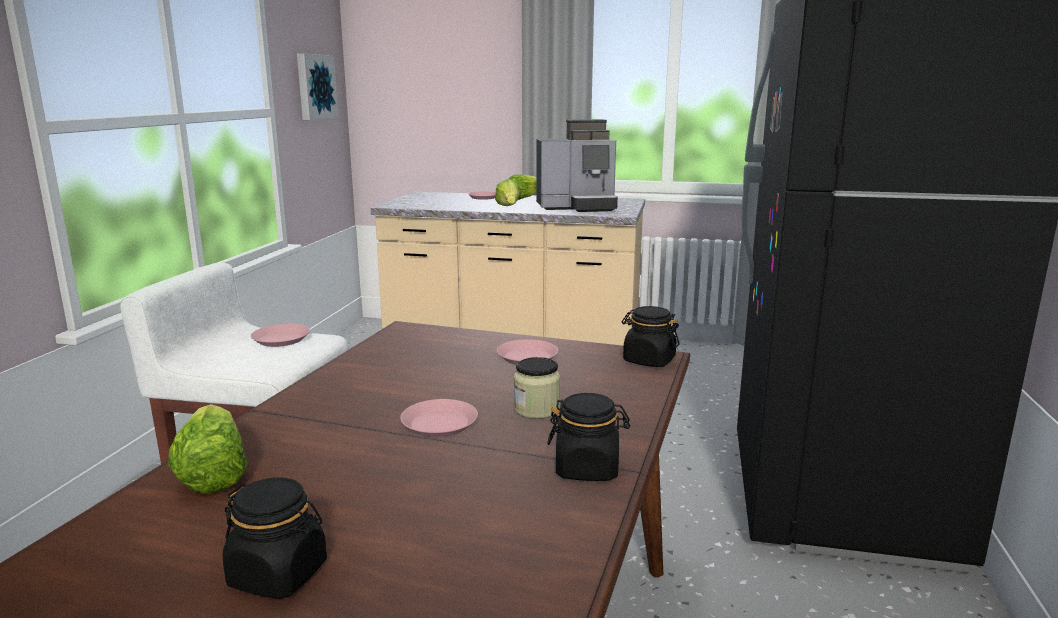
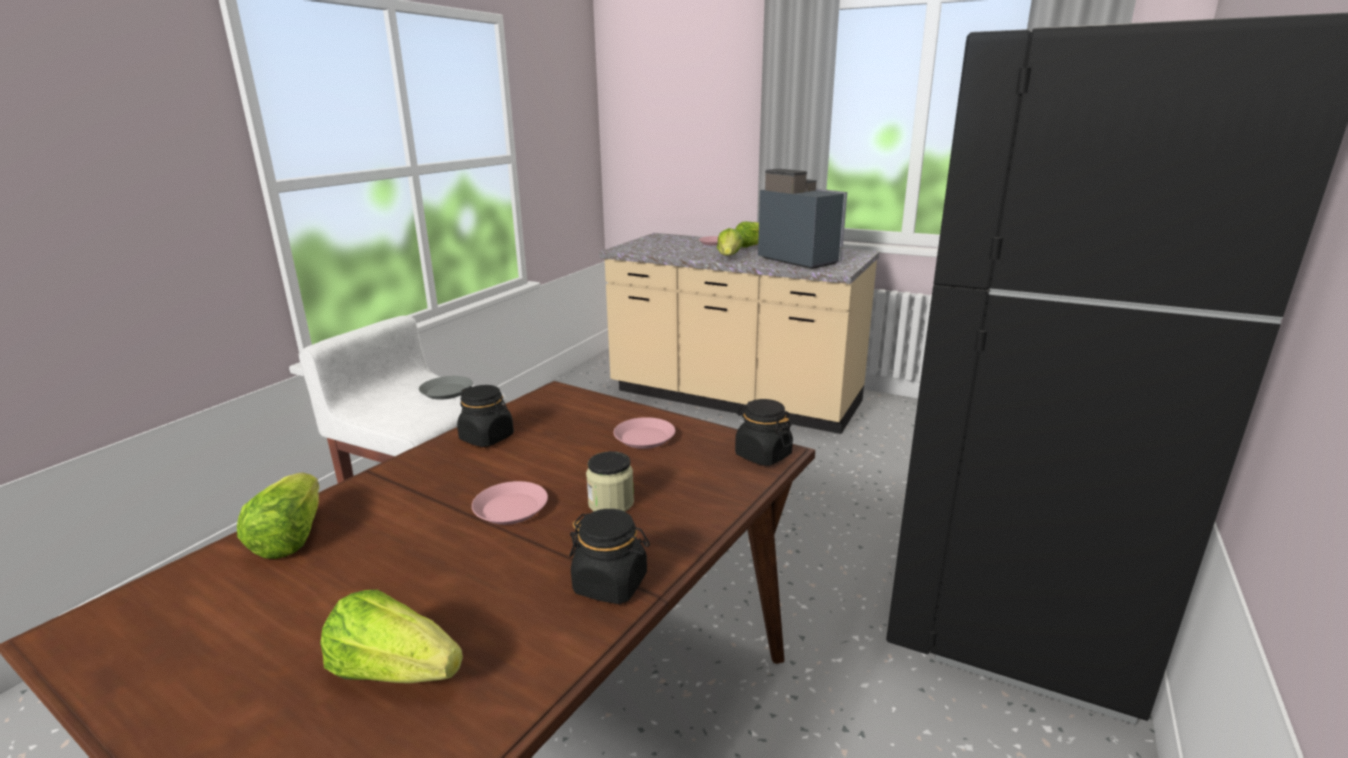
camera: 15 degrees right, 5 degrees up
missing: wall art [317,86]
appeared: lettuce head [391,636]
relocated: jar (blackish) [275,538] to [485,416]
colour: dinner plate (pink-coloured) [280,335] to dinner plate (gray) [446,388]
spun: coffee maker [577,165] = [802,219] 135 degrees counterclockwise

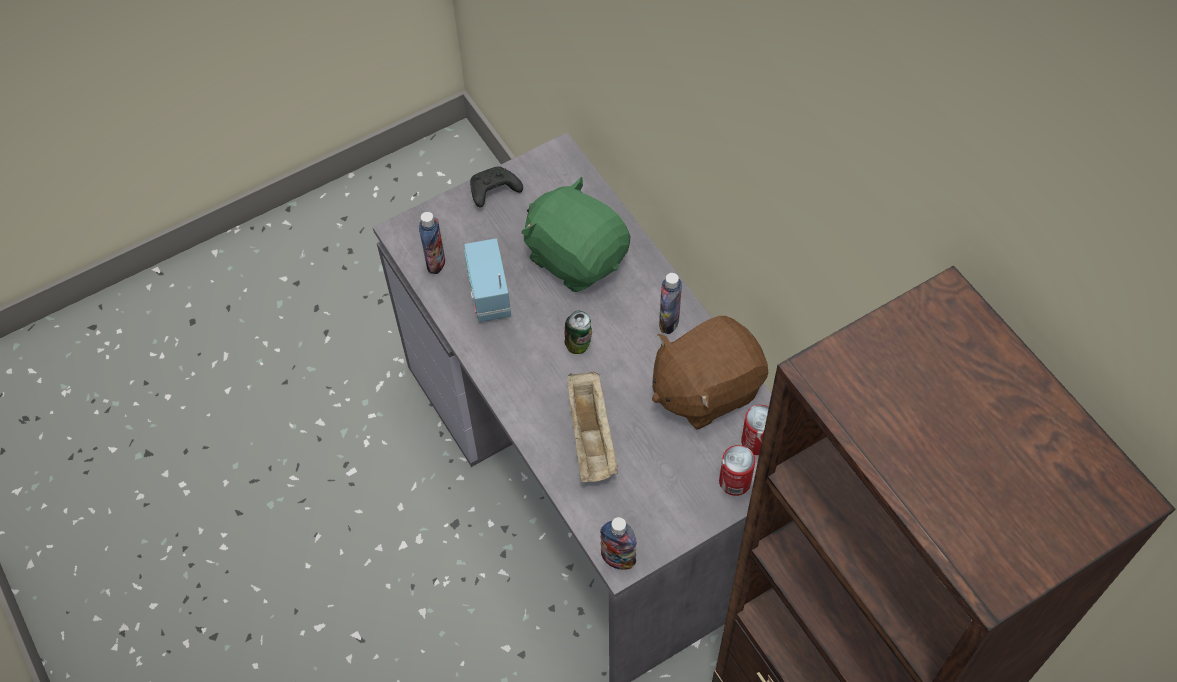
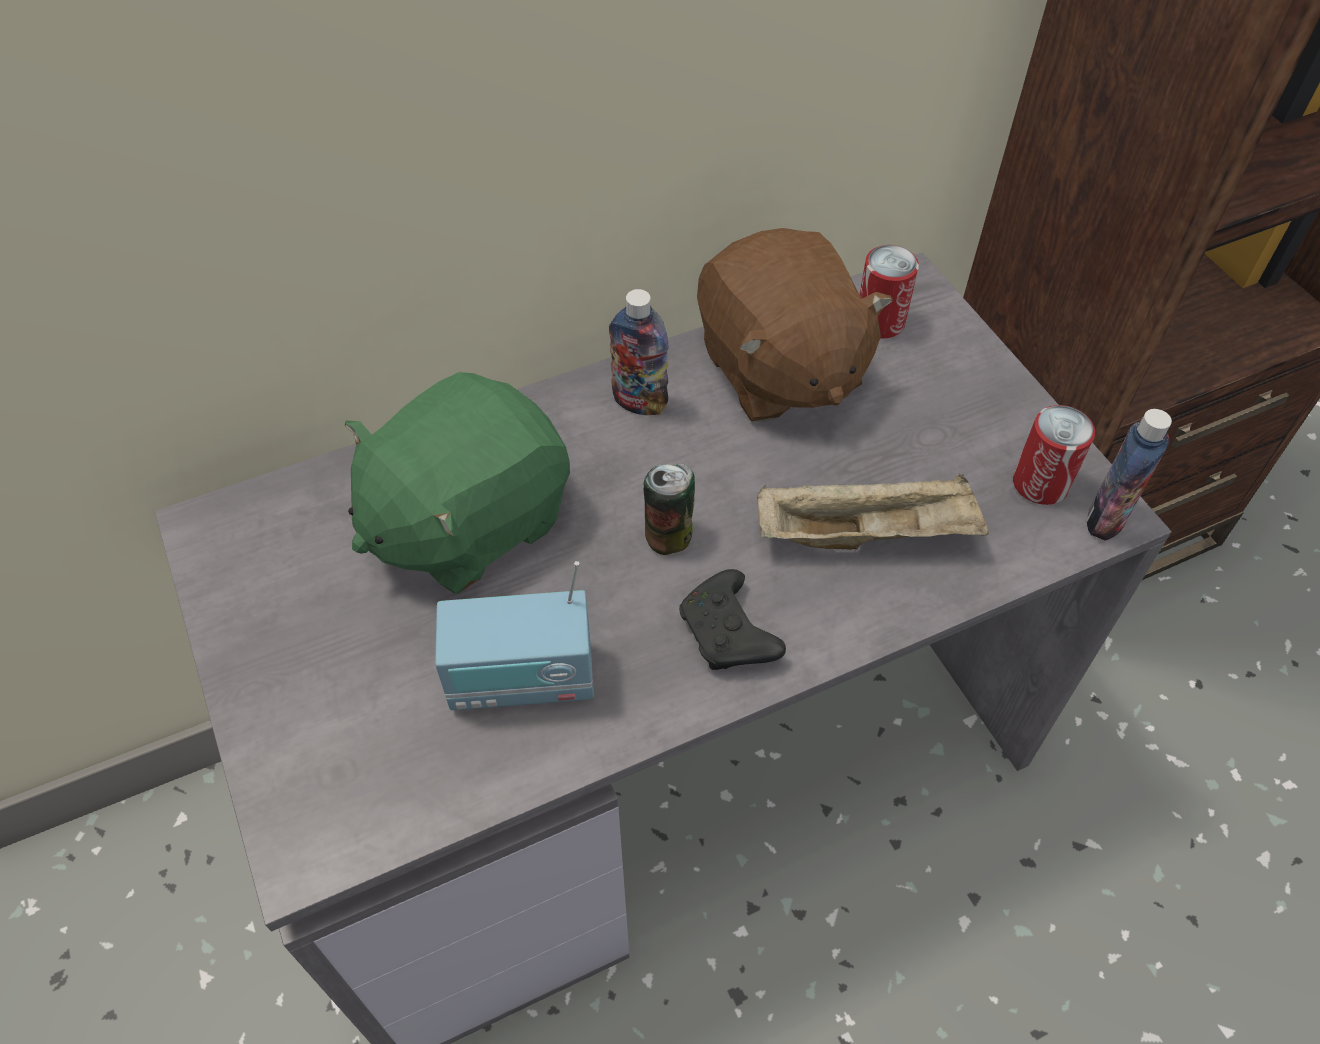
camera: 85 degrees left, 5 degrees down
missing: bottle [432,243]
relocated: game controller (blackish) [496,187] to [732,619]; sealed can [737,470] to [1054,455]

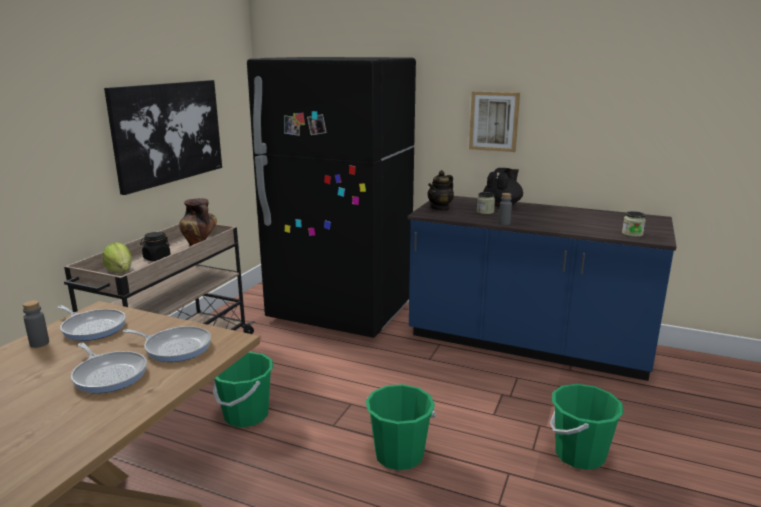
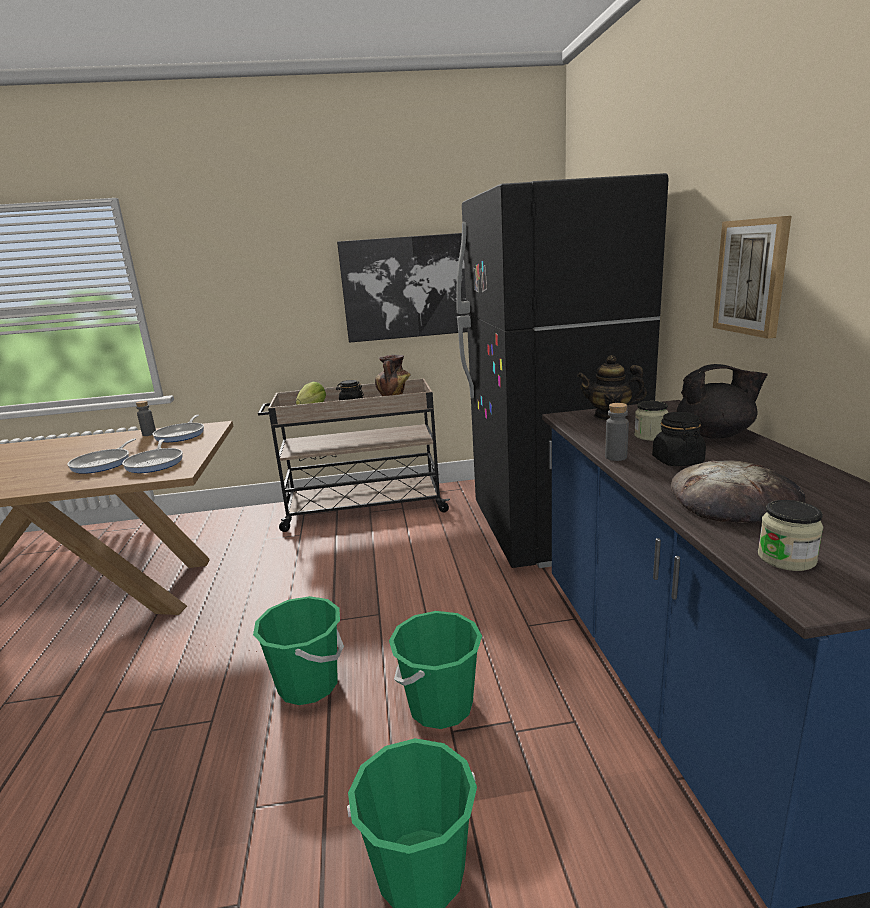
camera: 60 degrees right, 0 degrees up
appeared: jar (blackish) [679,439]; baked bread [738,491]
relocated: pail (green) [243,390] to [435,670]

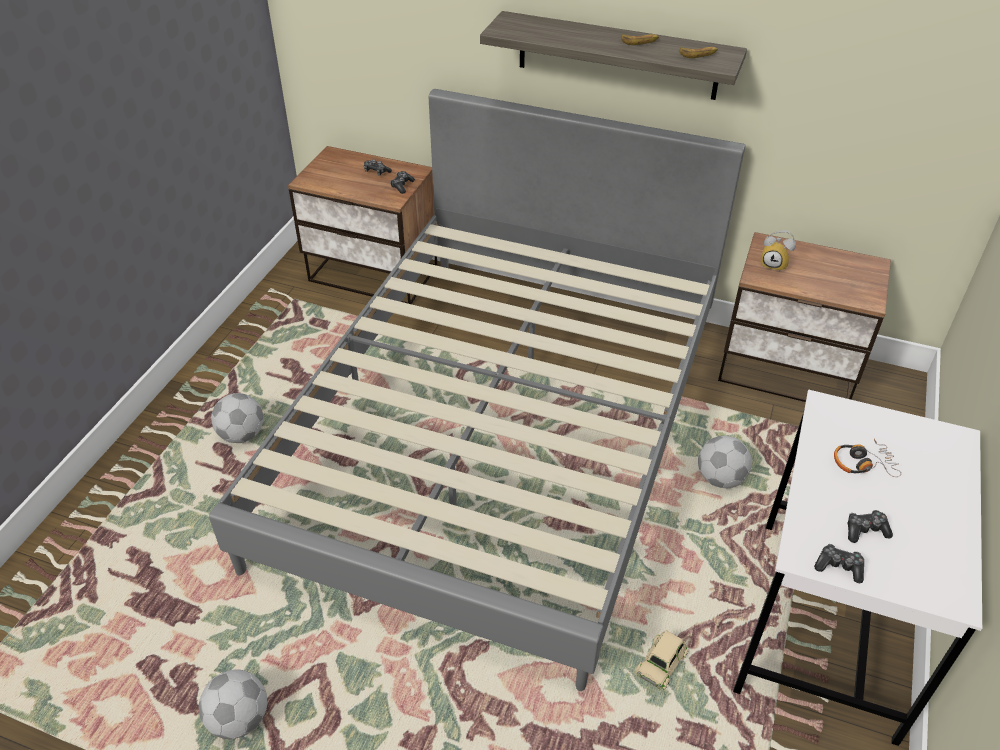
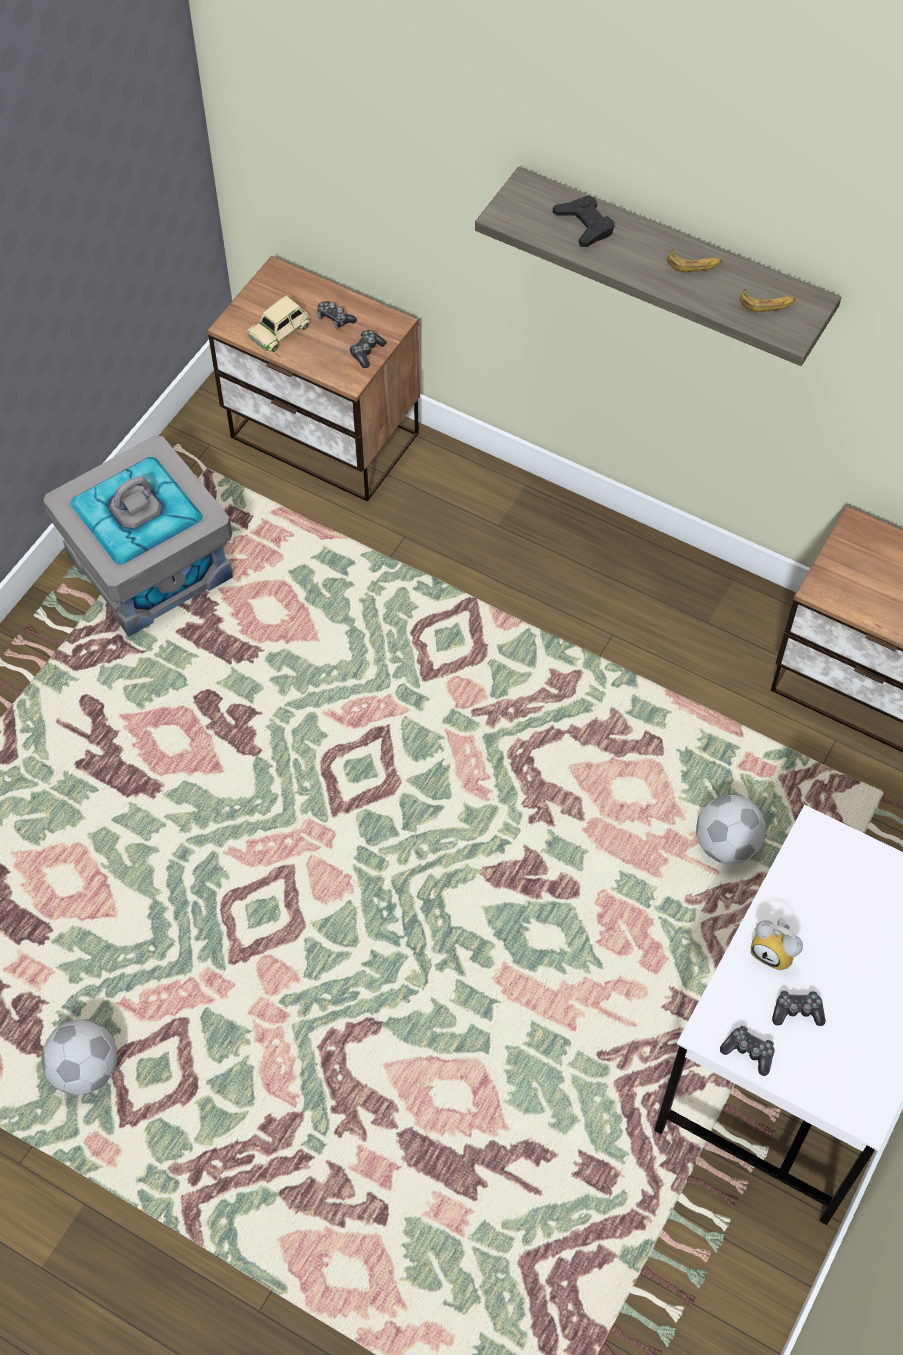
camera: 10 degrees right, 15 degrees up
missing: bed (gray) [477,390]; ball for football [237,418]; pair of headphones [867,458]
appeared: storage box (gray) [138,536]; game controller (blackish) [583,221]
relocated: toy car (sand-coloured) [662,660] to [278,324]; alarm clock [778,251] to [777,944]

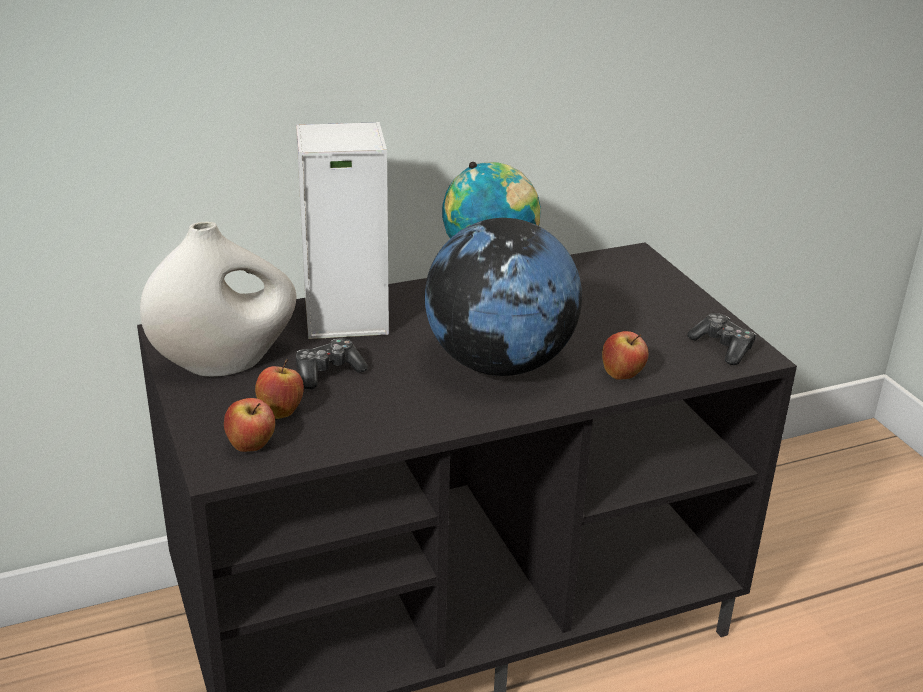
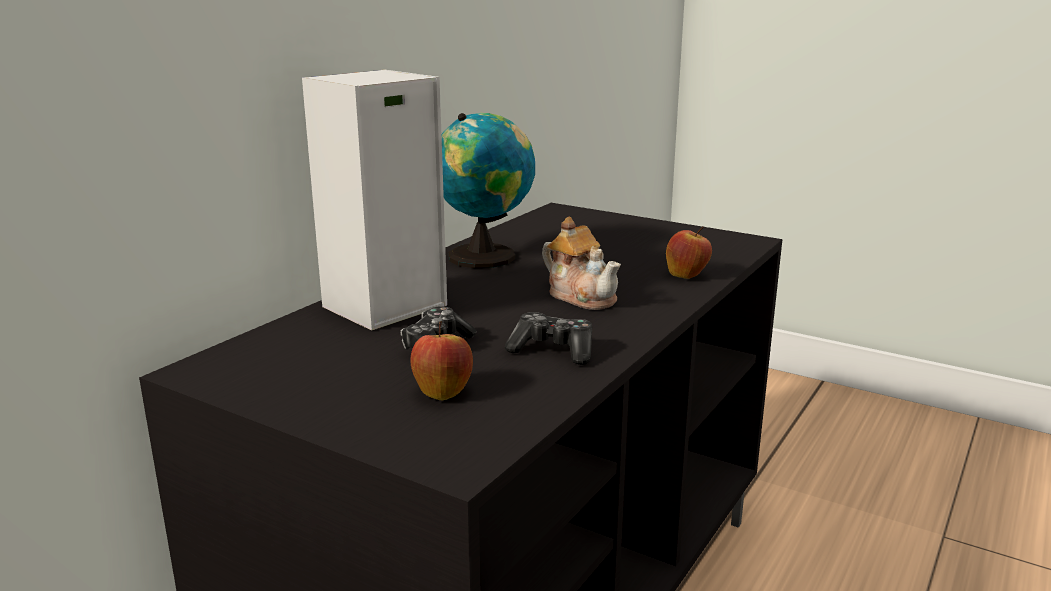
camera: 35 degrees left, 10 degrees down
missing: decorative vase (whitish) [218,299]; apple [249,425]
relocated: game controller [721,339] to [548,338]
exchanged: globe [503,297] to tea pot [581,263]

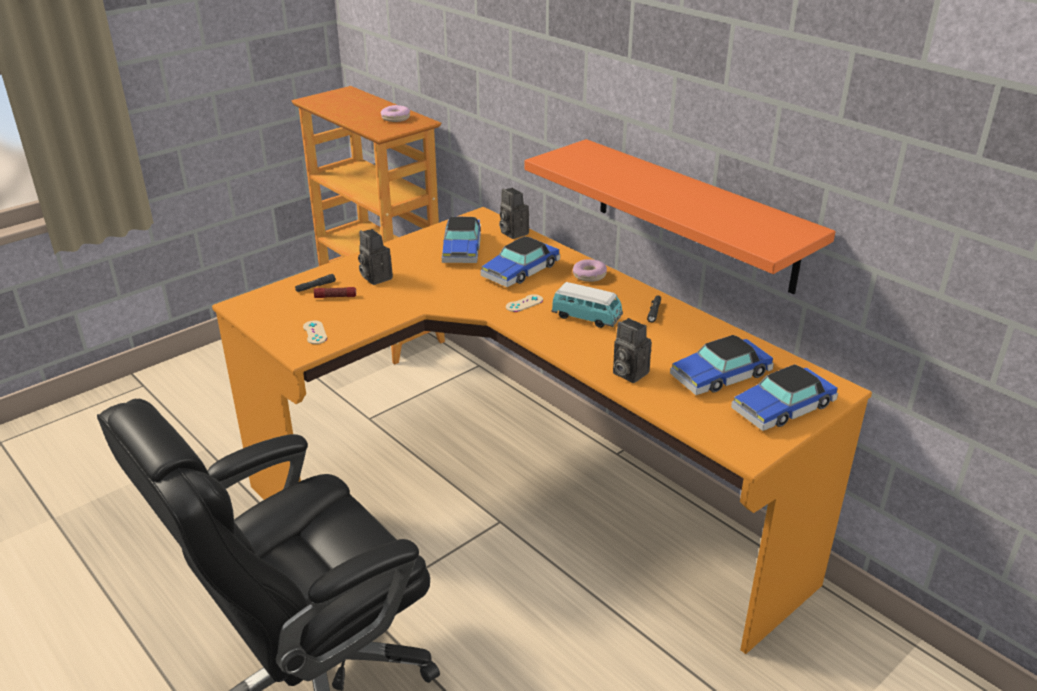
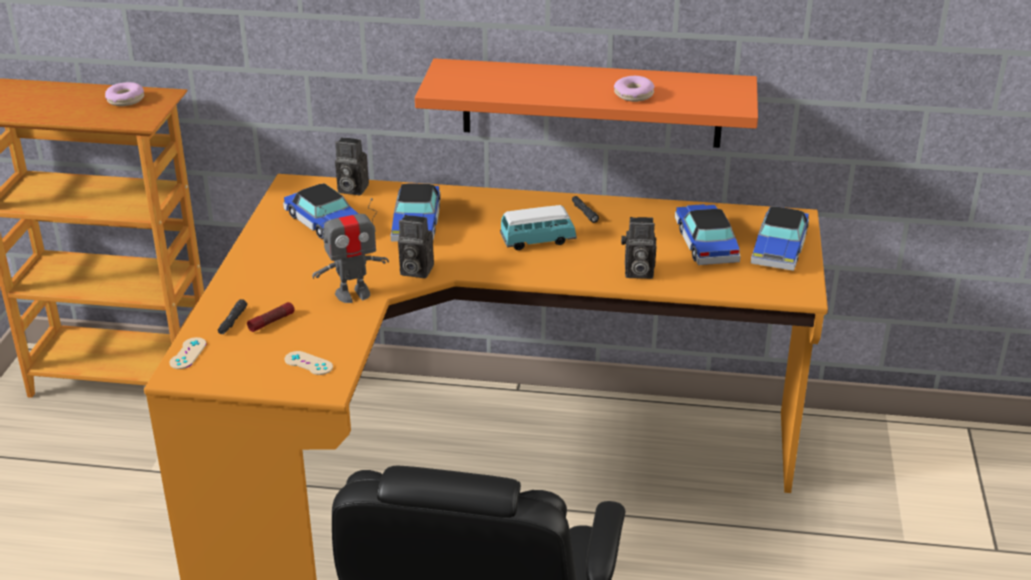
camera: 40 degrees left, 0 degrees up
appeared: toy robot [350,250]
relocated: photo camera [375,257] to [416,246]; game controller (sand-coloured) [524,303] to [188,353]; doughnut [590,270] to [634,89]
spun: toy car [722,365] = [708,234] 150 degrees clockwise

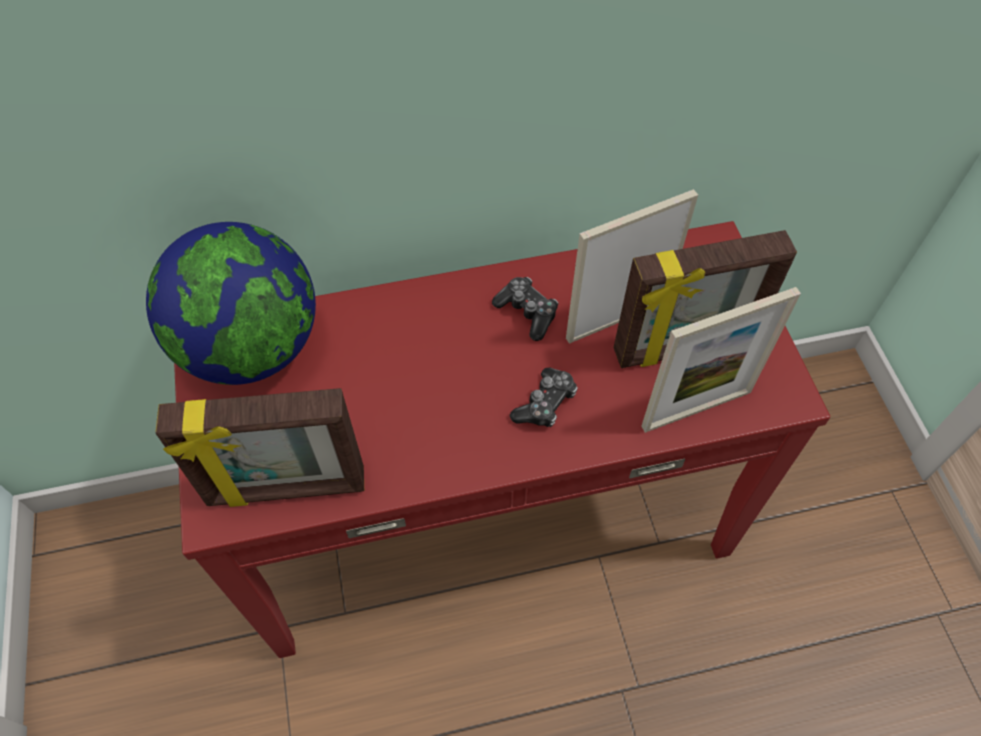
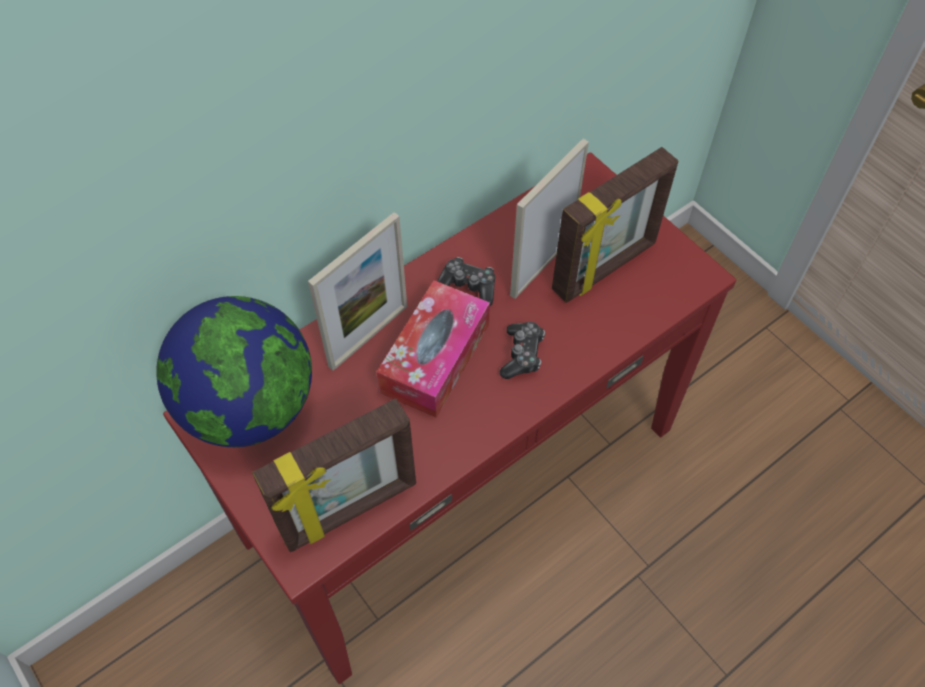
camera: 25 degrees left, 0 degrees up
appeared: tissue holder [433,349]
relocated: picture frame [721,360] to [357,291]

